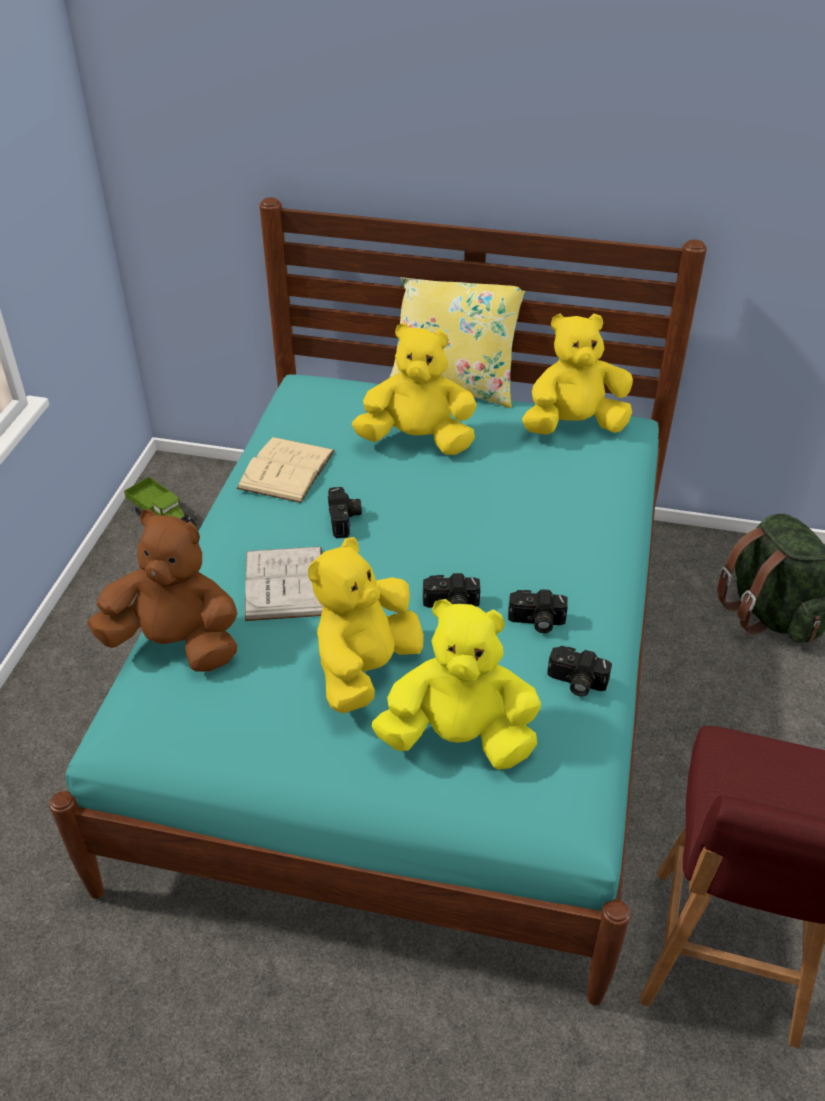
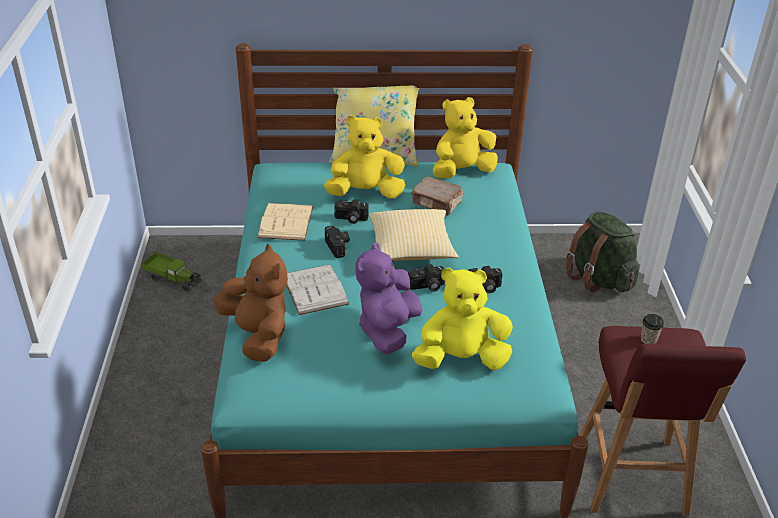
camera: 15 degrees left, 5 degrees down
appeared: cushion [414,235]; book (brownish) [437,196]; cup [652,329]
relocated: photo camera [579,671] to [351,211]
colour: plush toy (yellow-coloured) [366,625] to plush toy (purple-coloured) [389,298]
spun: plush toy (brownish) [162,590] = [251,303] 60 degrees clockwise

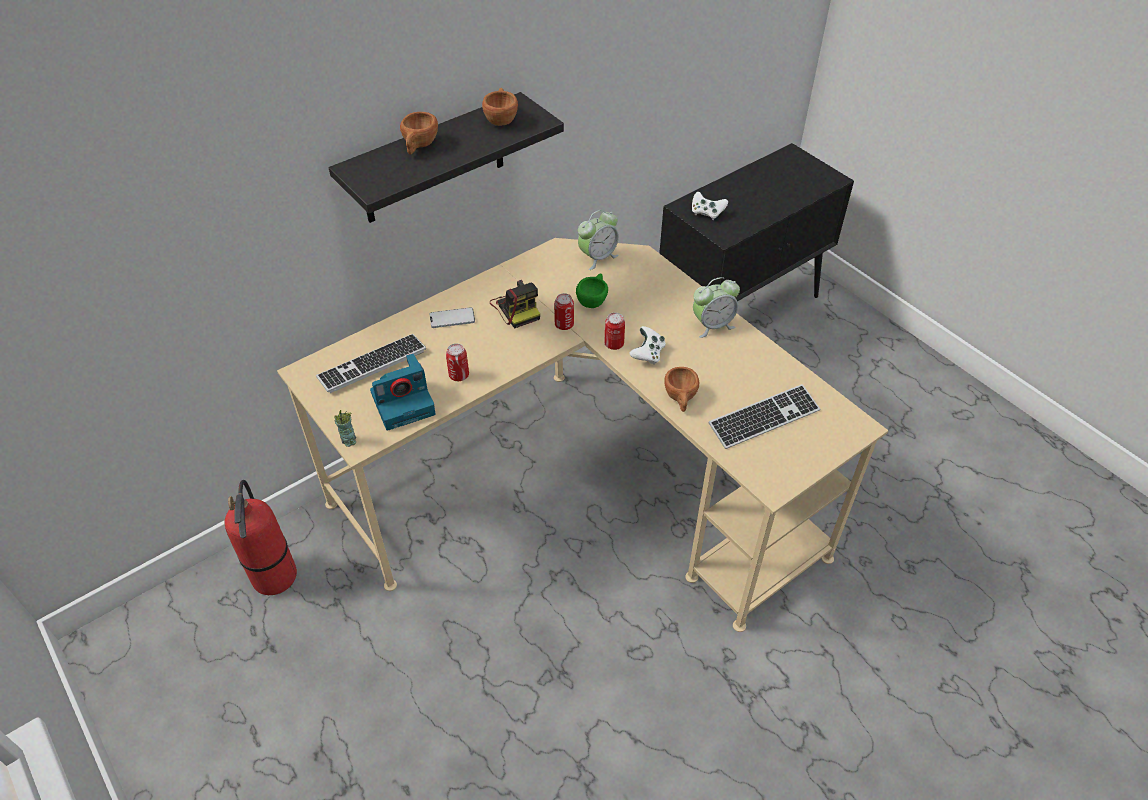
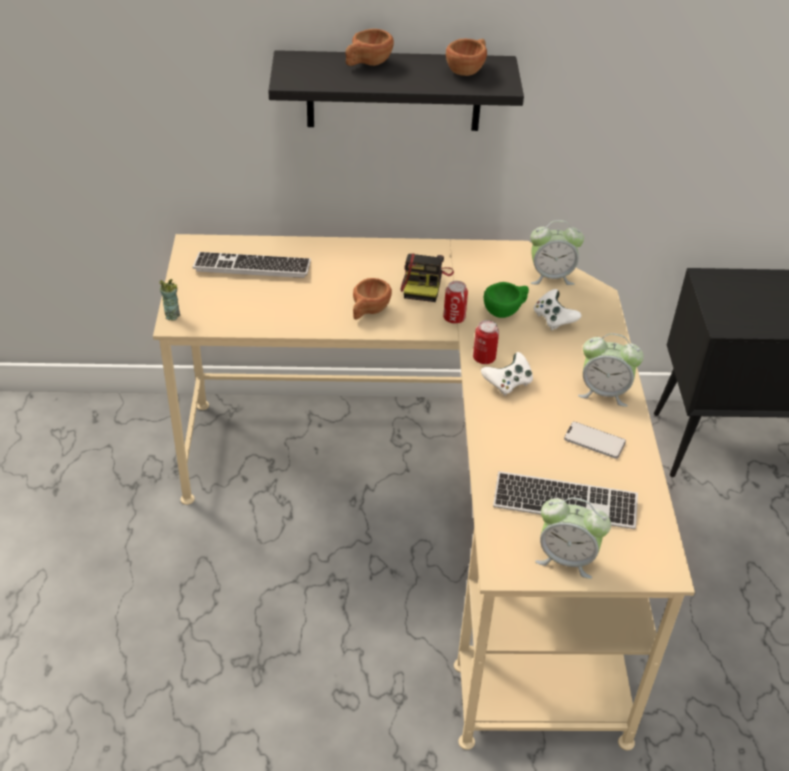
camera: 35 degrees right, 5 degrees down
missing: fire extinguisher [261,537]; photo camera [403,392]; sealed can [457,362]
appeared: alarm clock [573,538]
relocated: telephone [452,317] to [595,440]; cup (brownish) [681,389] to [372,299]; game controller (whitish) [710,206] to [558,309]

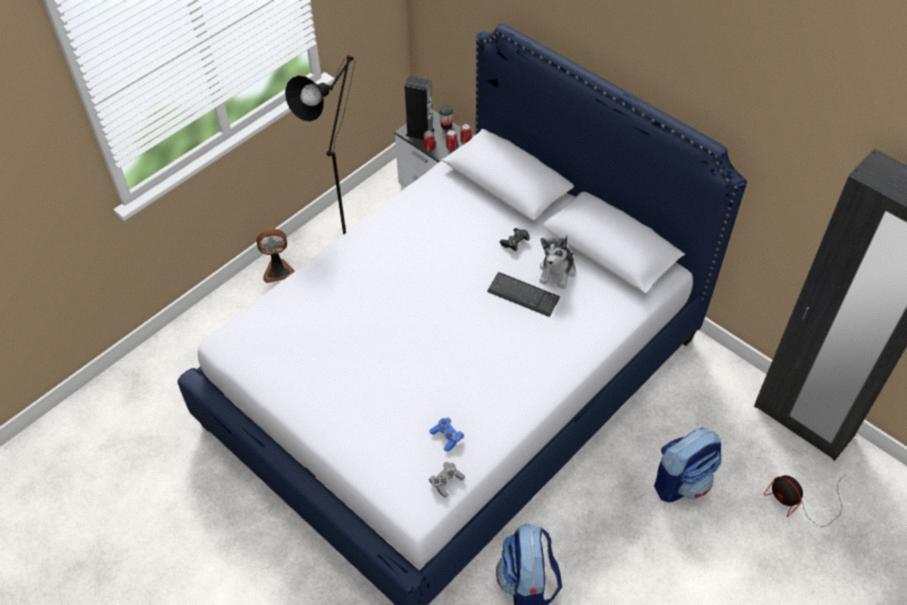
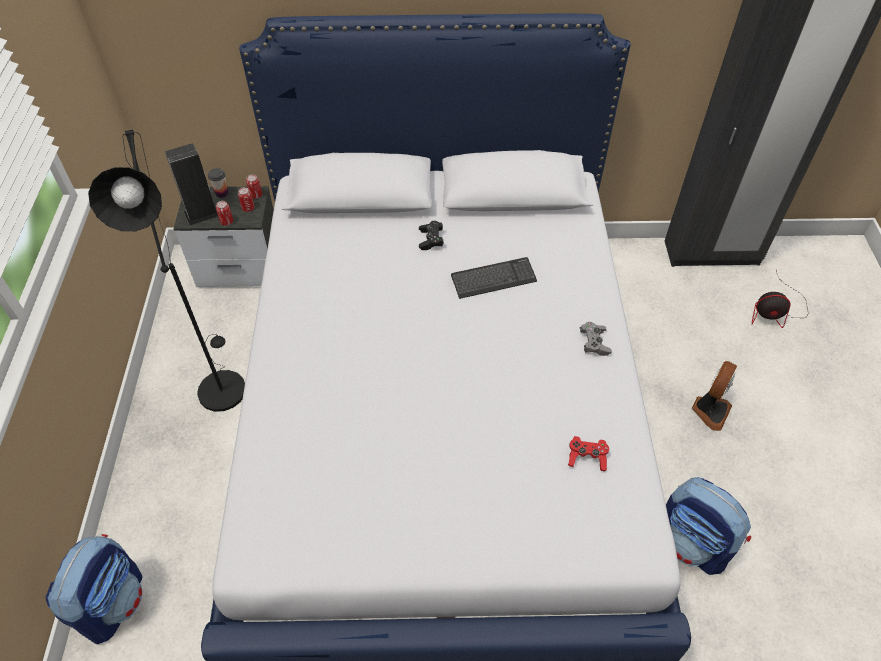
camera: 45 degrees left, 0 degrees up
missing: plush toy [558,262]
relocated: fan [275,256] to [714,396]; game controller (gray) [447,480] to [596,339]; rucksack [688,465] to [94,589]
colour: game controller (bluish) [446,435] to game controller (red) [588,453]

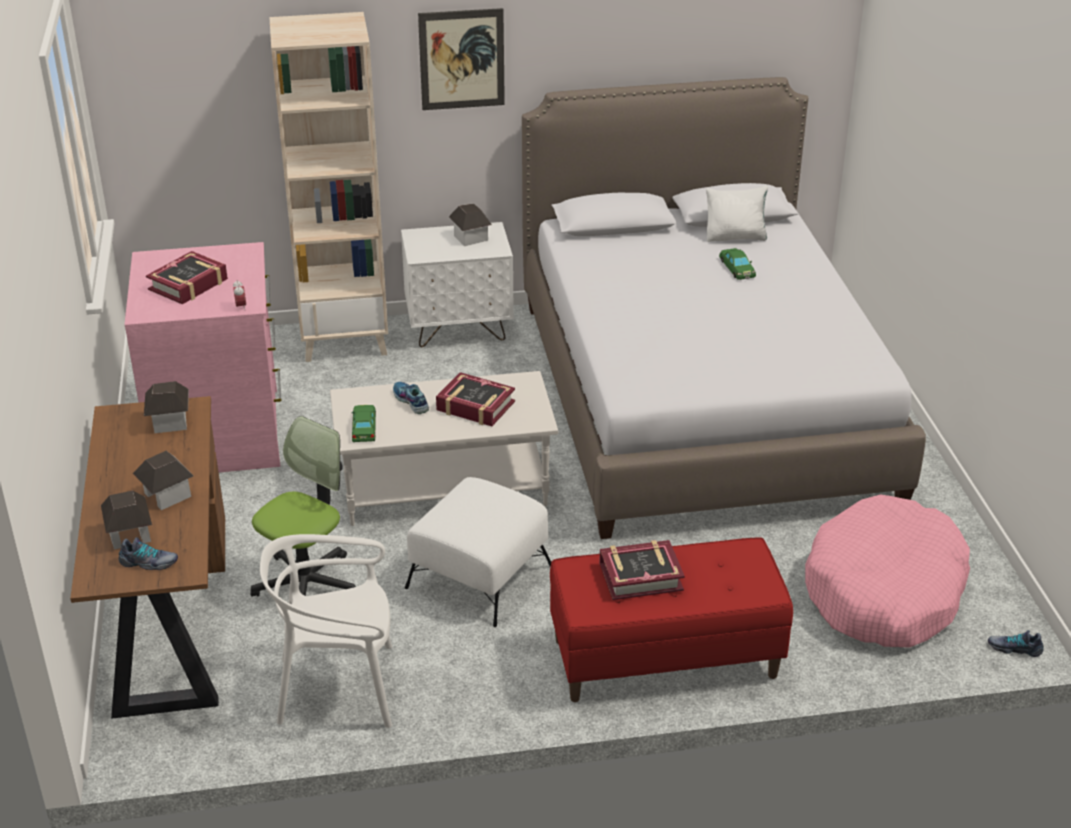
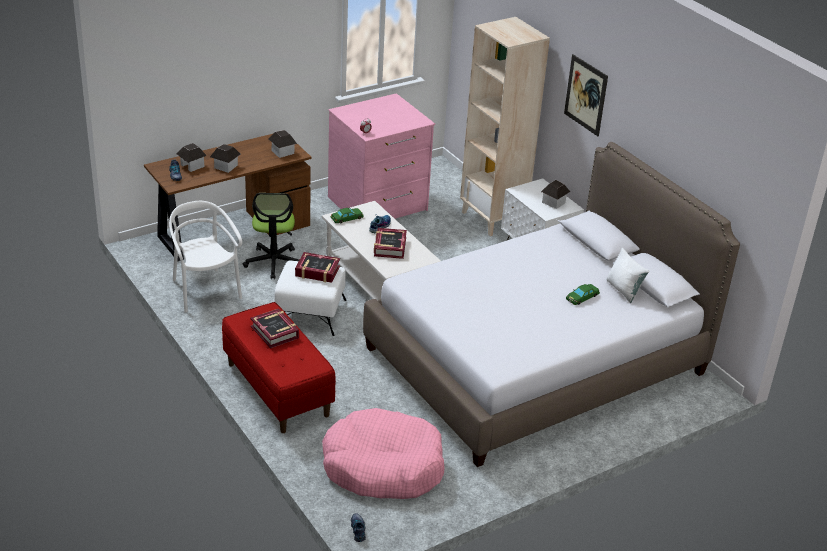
camera: 65 degrees right, 0 degrees up
relocated: book [187,277] to [317,267]
spun: office chair [303,506] = [271,236] 75 degrees clockwise

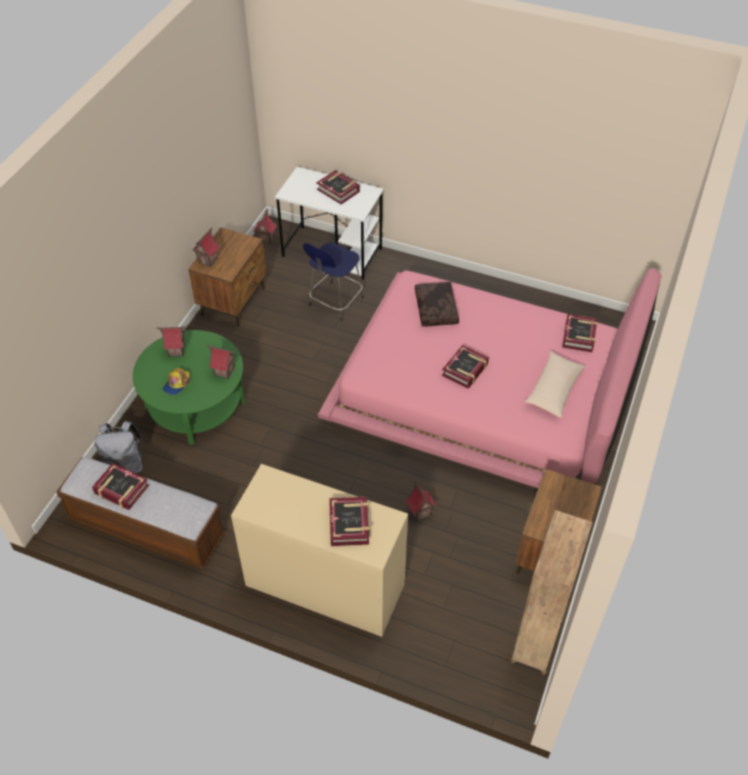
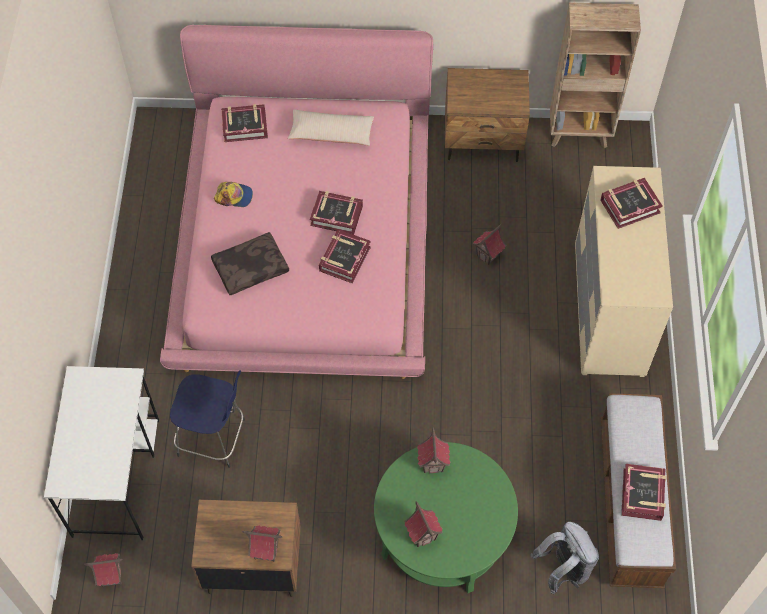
camera: 110 degrees left, 10 degrees up
relocated: baseball cap [176,381] to [233,194]; book [338,187] to [345,256]

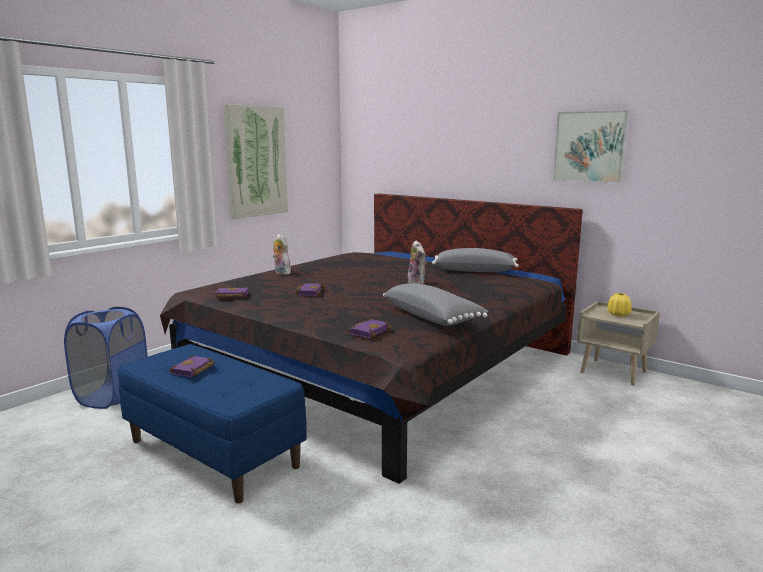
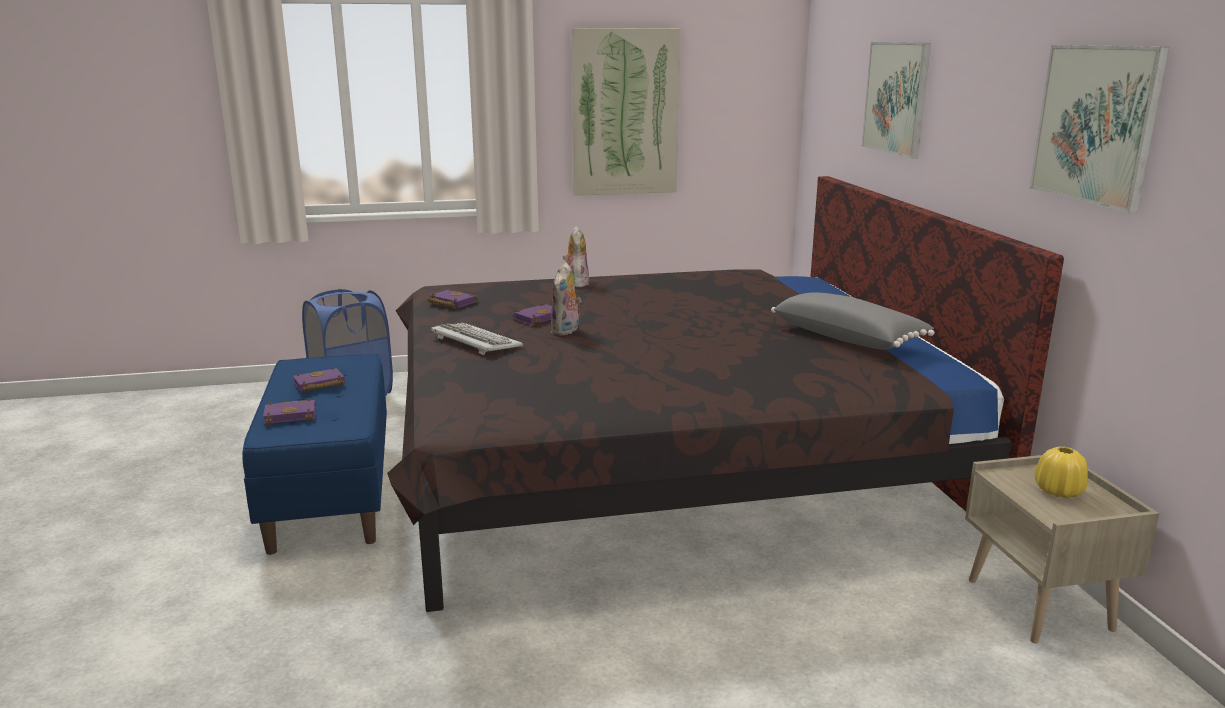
camera: 40 degrees right, 5 degrees up
missing: cushion (gray) [436,304]
appeared: computer keyboard [477,339]; wall art [896,100]
relocated: book (purple-coloured) [369,328] to [289,411]; plush toy [417,262] to [565,299]

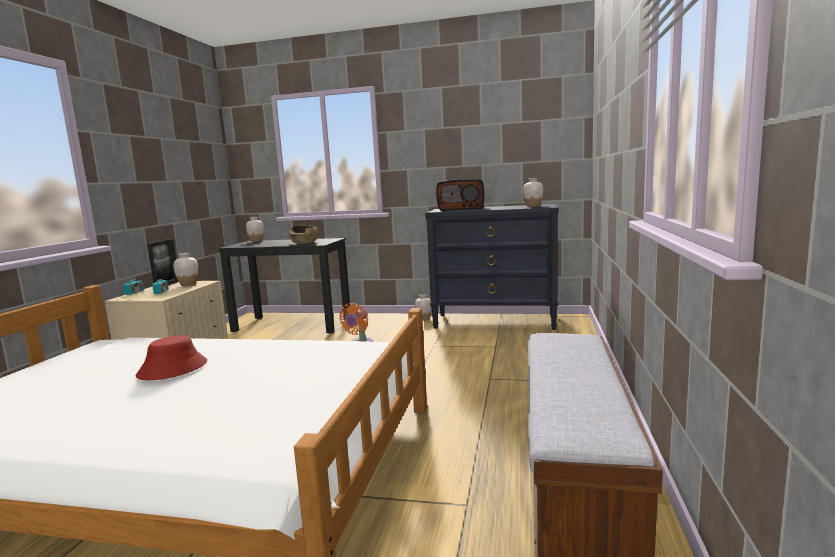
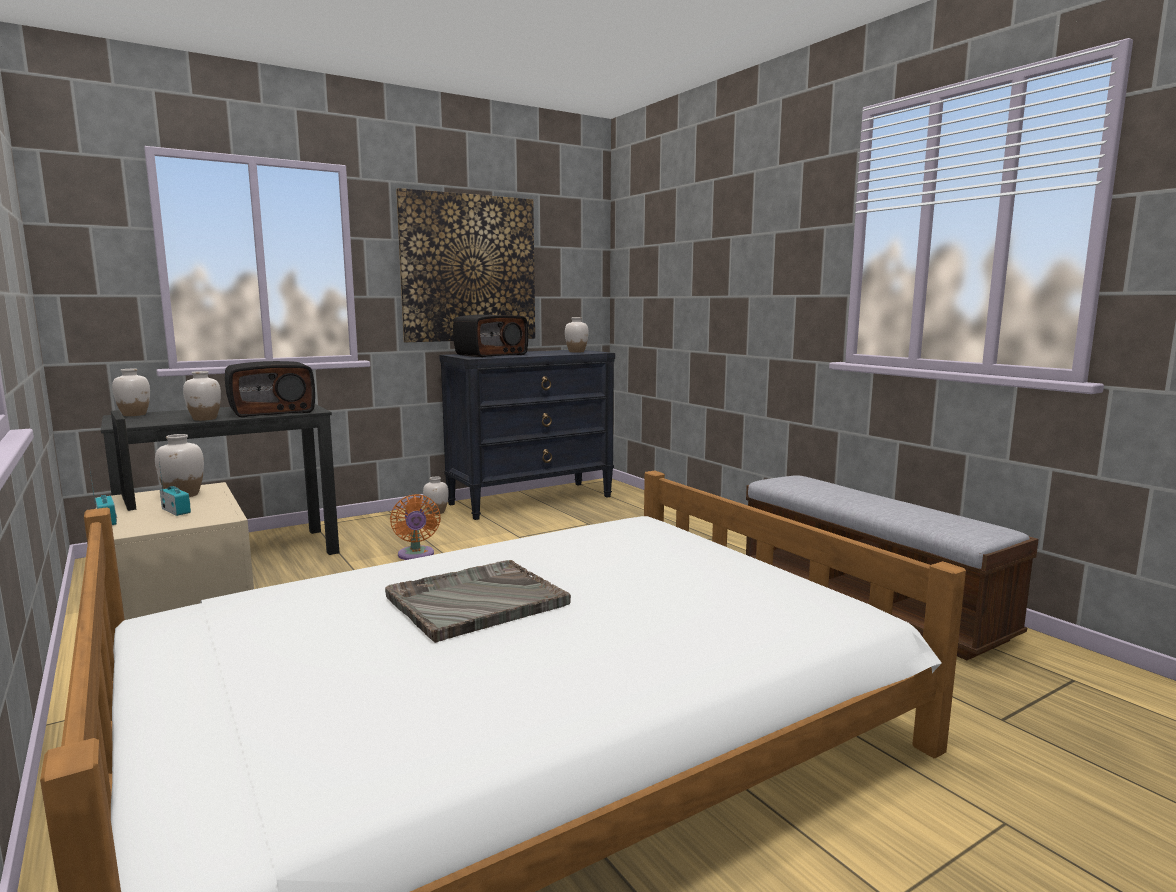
camera: 45 degrees left, 0 degrees up
appeared: decorative vase (whitish) [202,396]; wall art [465,265]
exchanged: hat (red) [171,357] to tray (gray) [478,601]; serving bowl (brownish) [303,234] to radio [270,389]

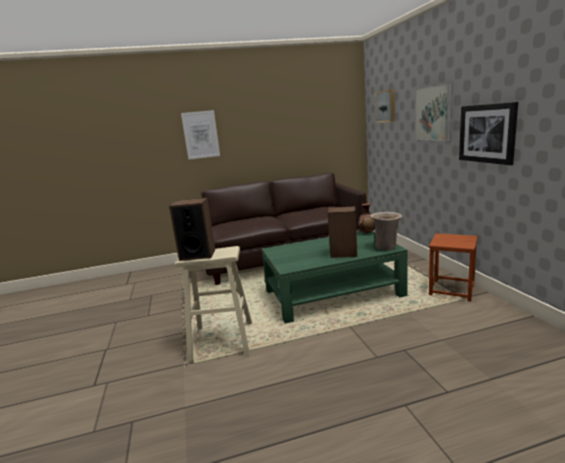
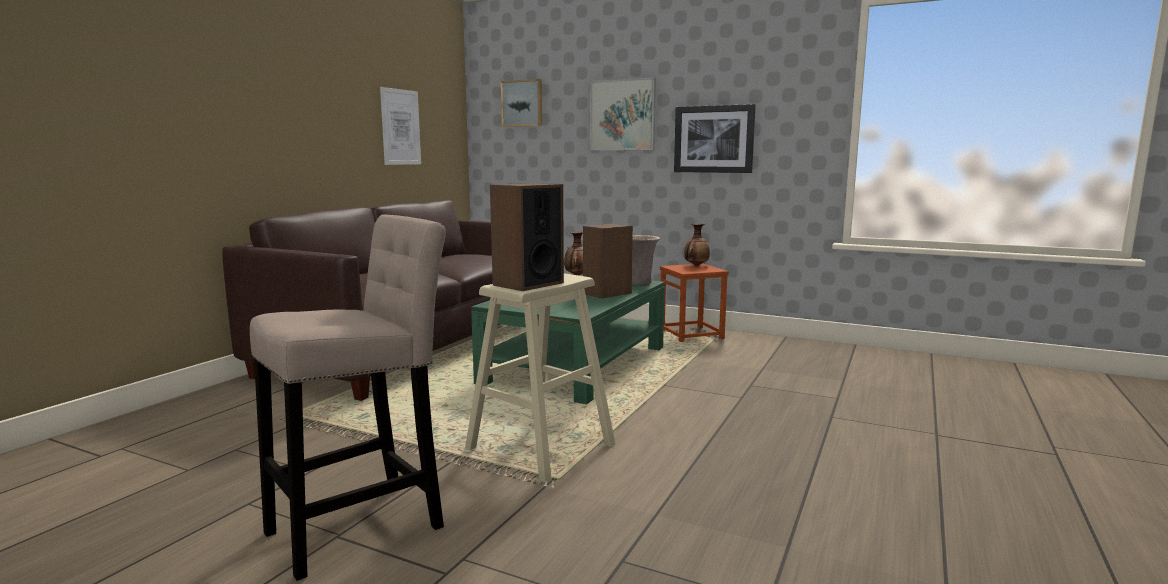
camera: 50 degrees left, 5 degrees down
appeared: sitting stool (sand-coloured) [348,397]; decorative vase [697,245]
relocated: wall art [200,135] to [400,126]

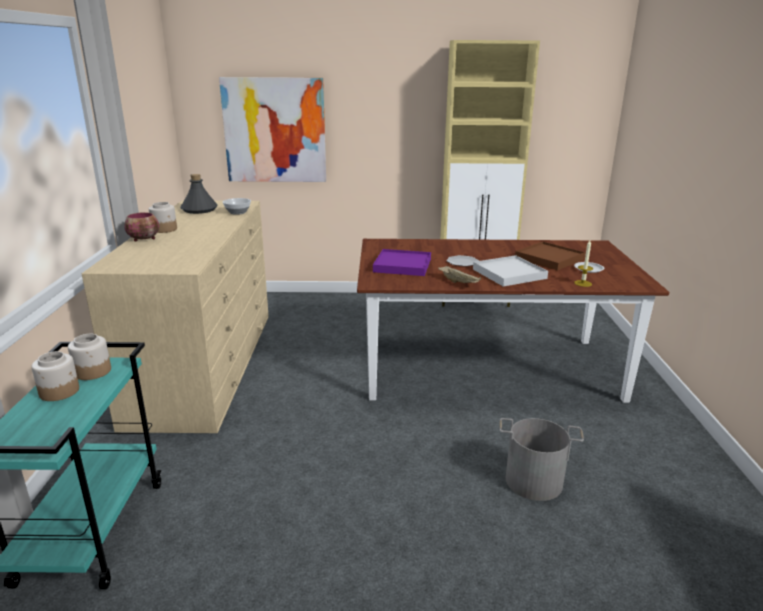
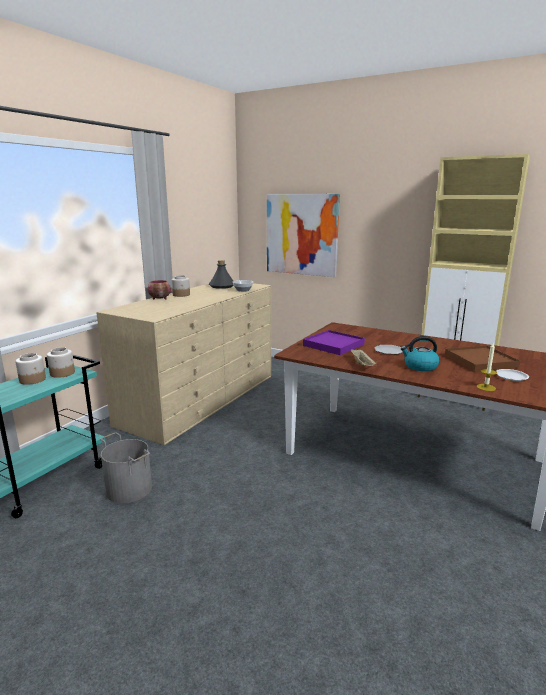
camera: 30 degrees right, 5 degrees down
relocated: pail (gray) [541,459] to [126,467]
exchanged: tray (whitish) [510,271] to water kettle [420,353]

